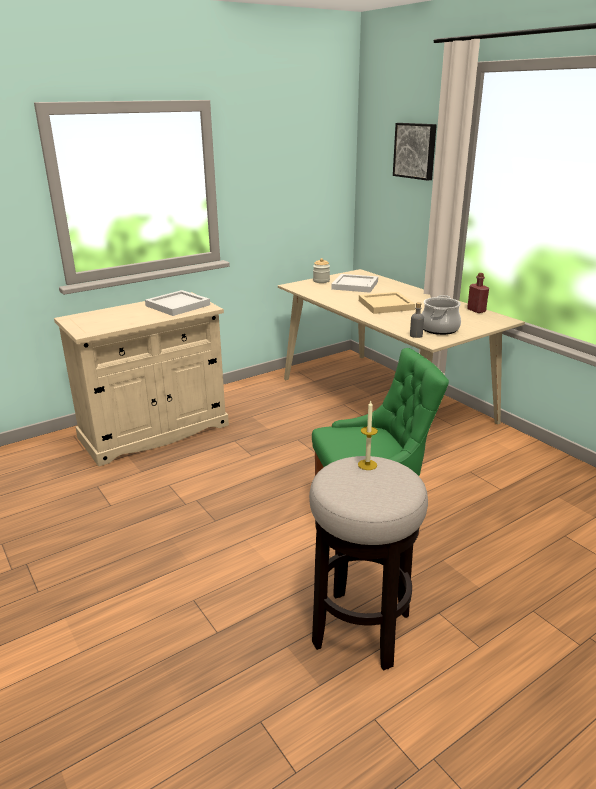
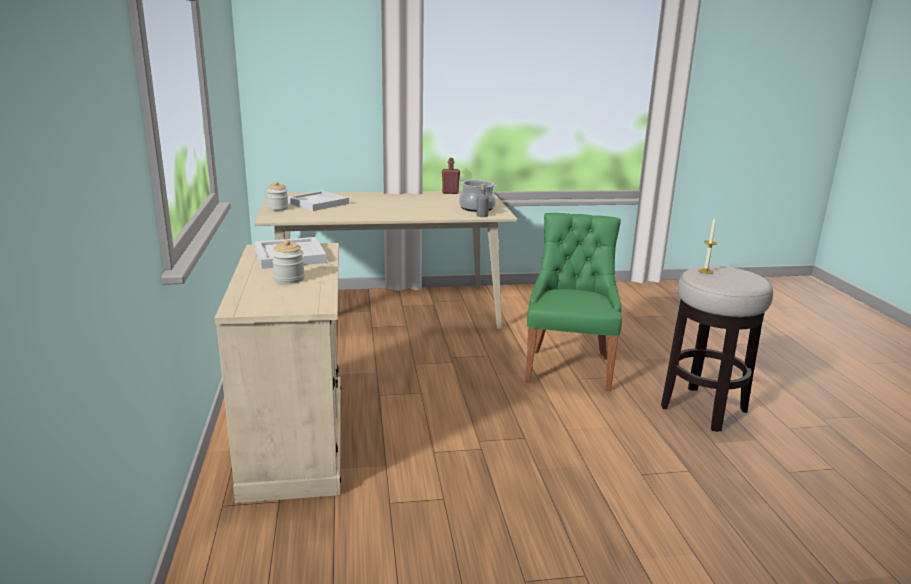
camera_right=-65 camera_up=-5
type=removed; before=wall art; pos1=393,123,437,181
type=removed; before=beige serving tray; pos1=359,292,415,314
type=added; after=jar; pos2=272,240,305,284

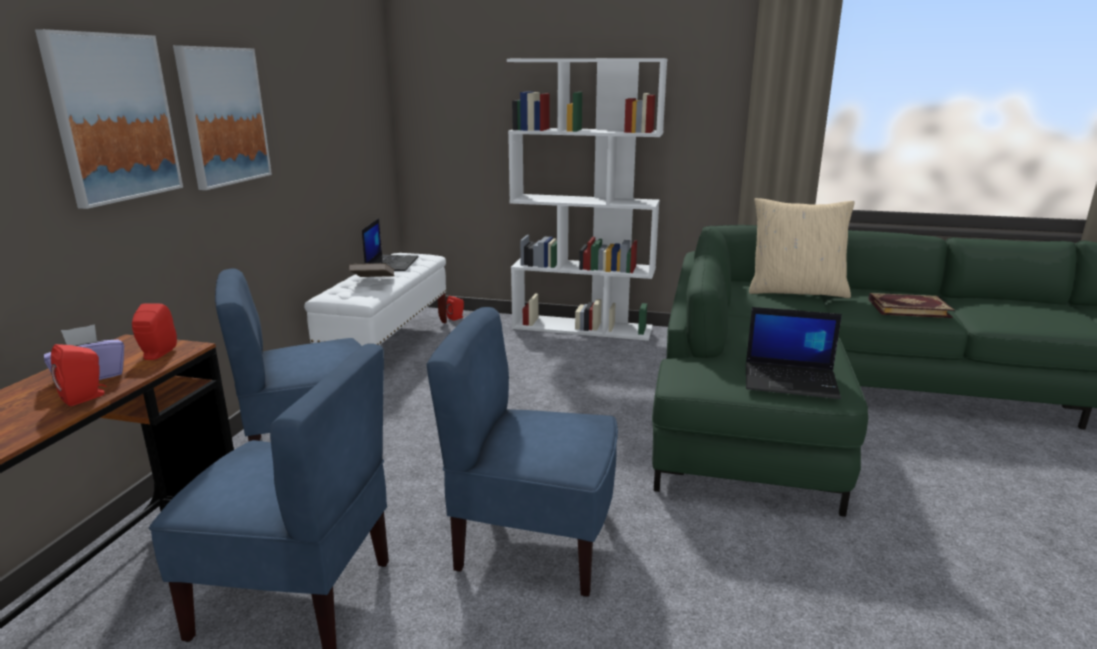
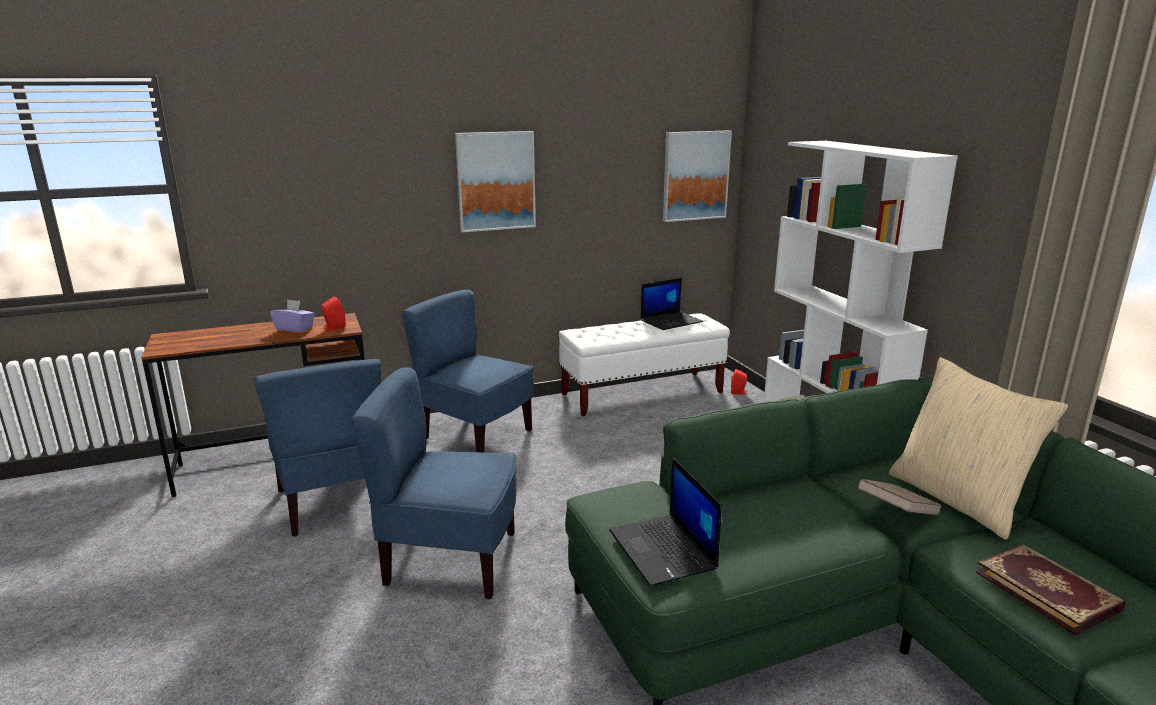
camera_right=55 camera_up=0
type=moved; before=wall art; pos1=35,29,183,209; pos2=663,130,732,222
type=moved; before=brown-coloured bound book; pos1=348,263,395,277; pos2=858,479,943,516
type=turned; before=bluish chair; pos1=426,307,618,597; pos2=351,367,517,599; turn=-60
type=removed; before=reddish loudspeaker; pos1=51,344,106,406

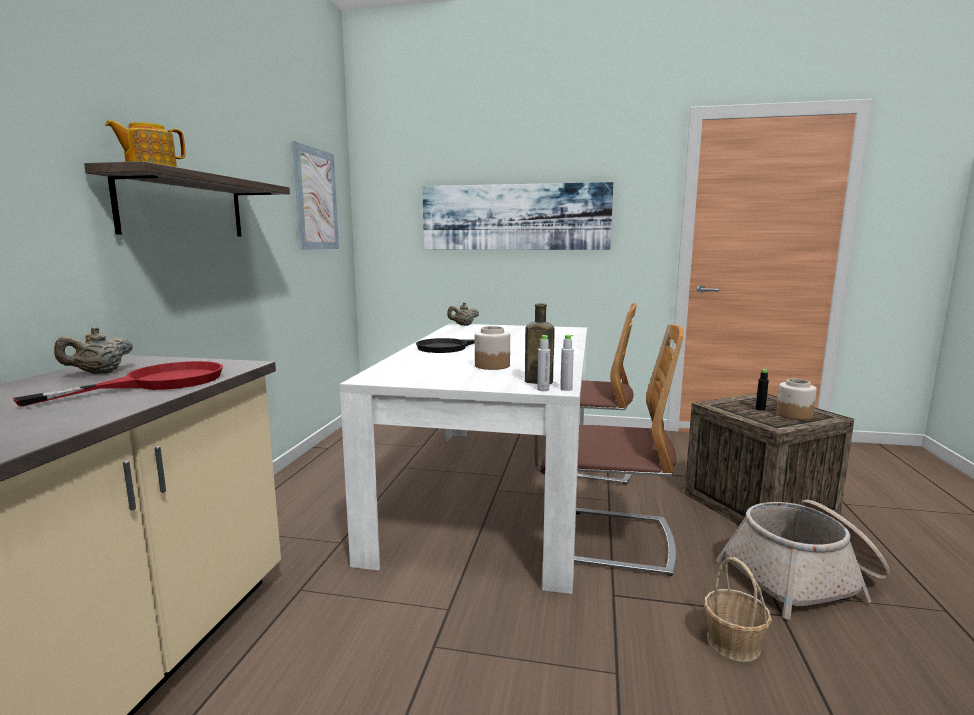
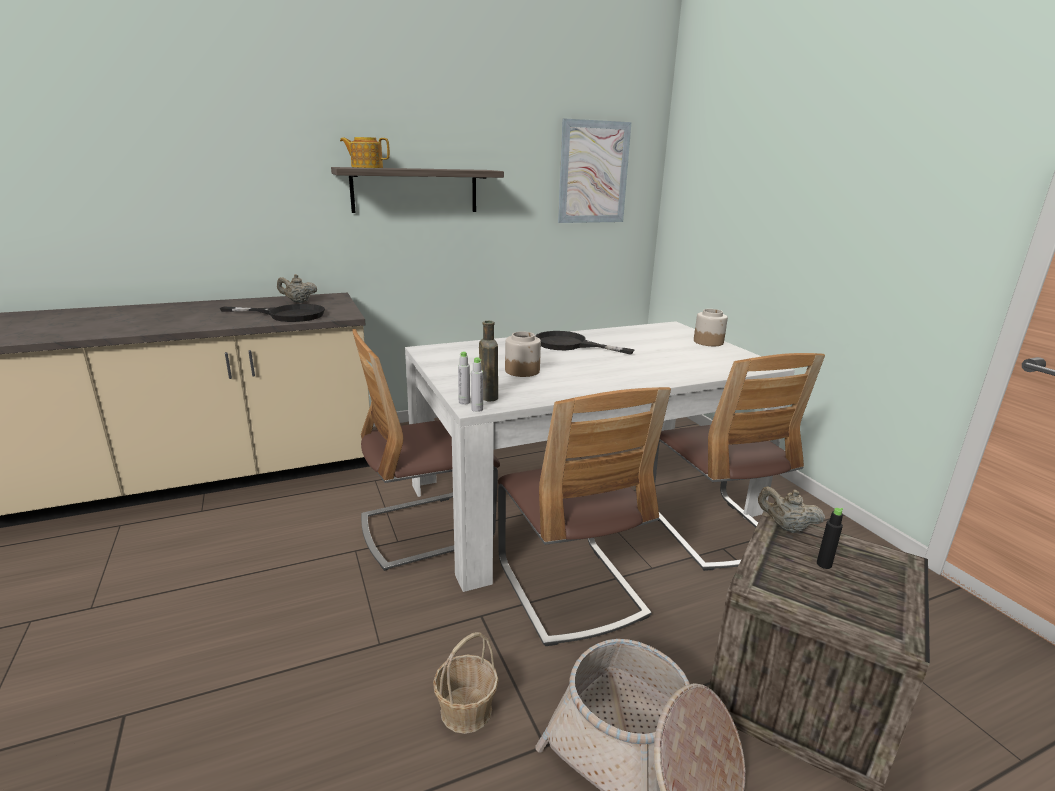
camera_right=55 camera_up=10
type=removed; before=wall art; pos1=422,182,613,250
type=moved; before=beige pot for tea; pos1=447,302,479,326; pos2=758,487,825,533
type=recoloured; before=reddish skillet; after=black skillet; pos1=13,361,223,407; pos2=220,304,325,322
type=moved; before=jar; pos1=776,379,817,420; pos2=694,309,728,346
type=added; after=chair; pos2=353,329,500,571

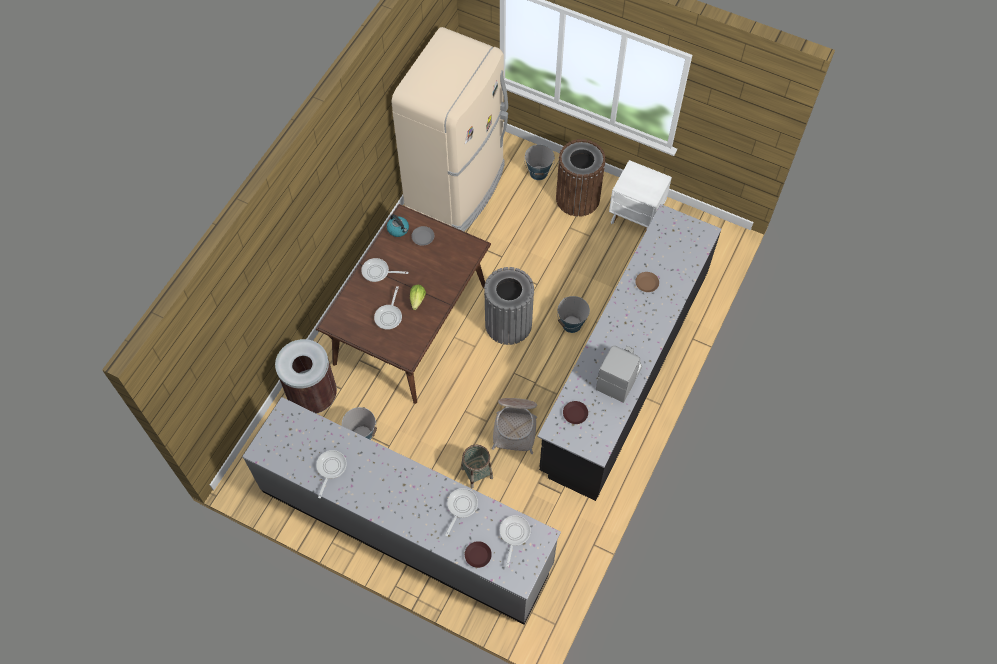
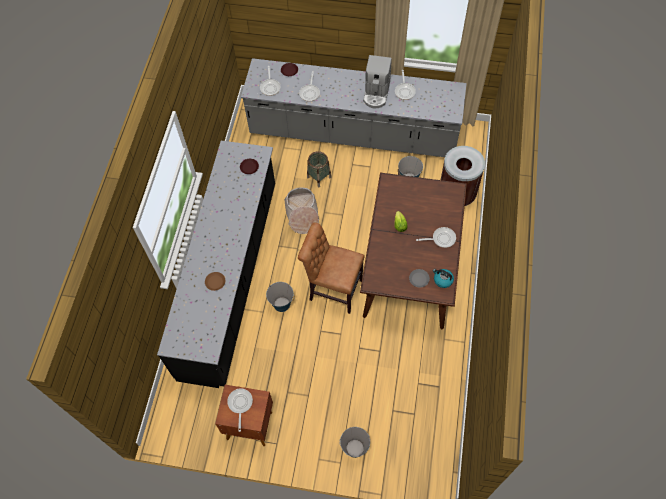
camera_right=165 camera_up=0
type=removed; before=beige fridge; pos1=392,27,508,231
type=removed; before=brown-coloured trash can; pos1=556,139,606,217
type=recoloured; before=white bedside table; after=brown-coloured bedside table; pos1=609,160,672,230; pos2=215,385,273,446
type=replaced; before=gray trash can; after=brown-coloured chair; pos1=484,267,534,345; pos2=298,223,365,314
type=moved; before=skillet; pos1=374,286,402,330; pos2=227,388,253,432
type=moved; before=coffee brewer; pos1=596,346,642,403; pos2=363,55,392,108

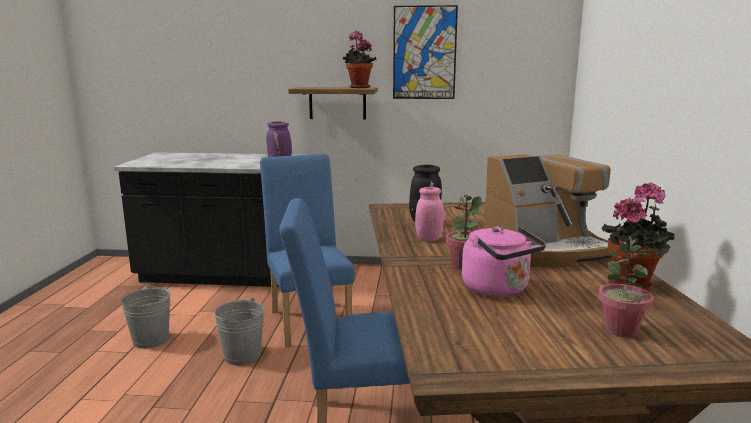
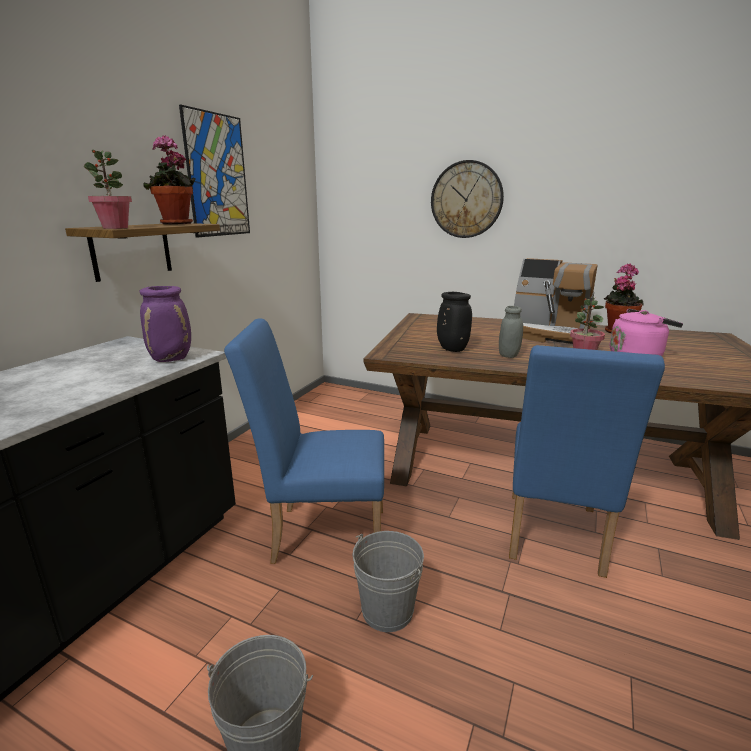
camera_right=-70 camera_up=5
type=turned; before=coffee brewer; pos1=484,154,612,268; pos2=514,258,598,344; turn=120
type=recoloured; before=pink jar; after=gray jar; pos1=415,187,444,241; pos2=499,306,523,358
type=moved; before=houseplant; pos1=598,236,654,337; pos2=84,150,132,229
type=added; after=wall clock; pos2=431,160,504,238

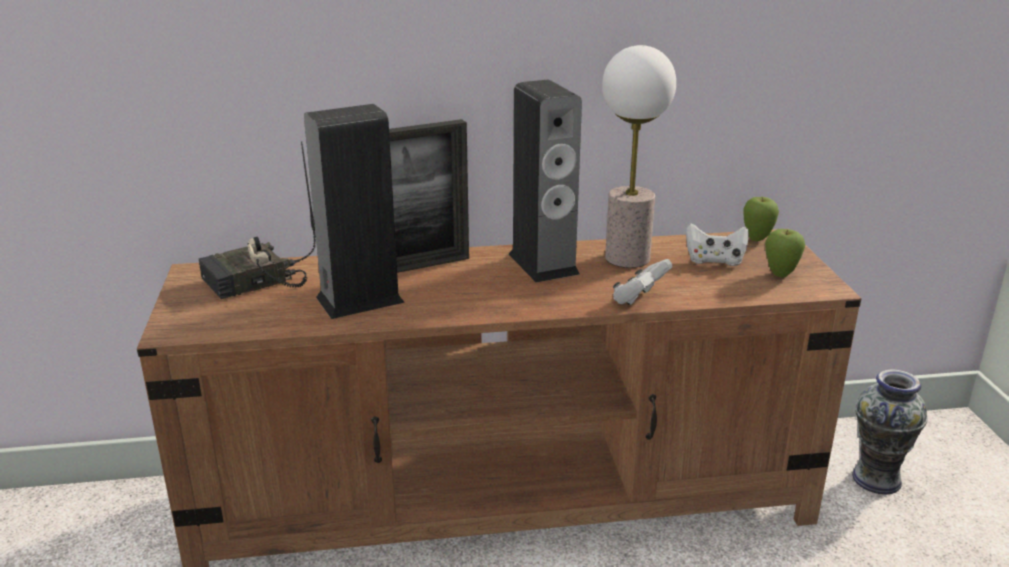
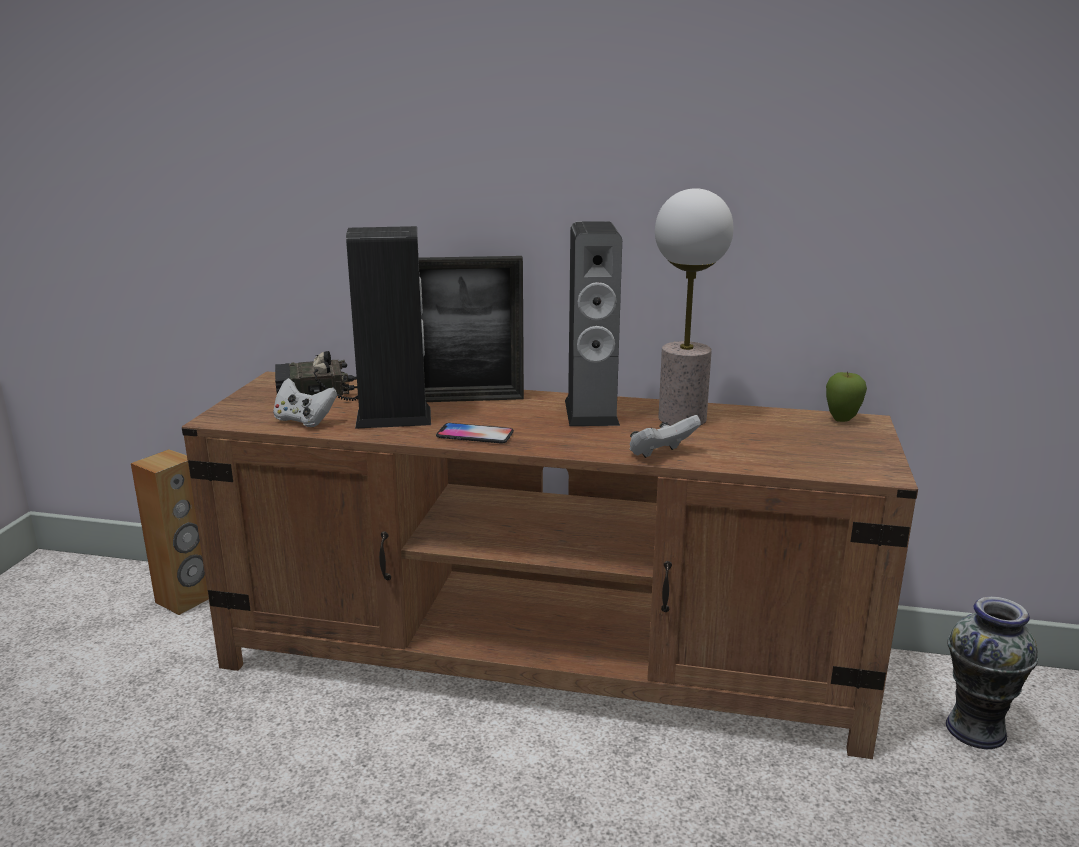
camera_right=20 camera_up=-5
type=moved; before=white game controller; pos1=686,223,749,266; pos2=273,378,337,427
type=removed; before=apple; pos1=765,229,806,278
type=added; after=phone; pos2=436,423,514,444
type=added; after=brown-coloured loudspeaker; pos2=131,449,209,615

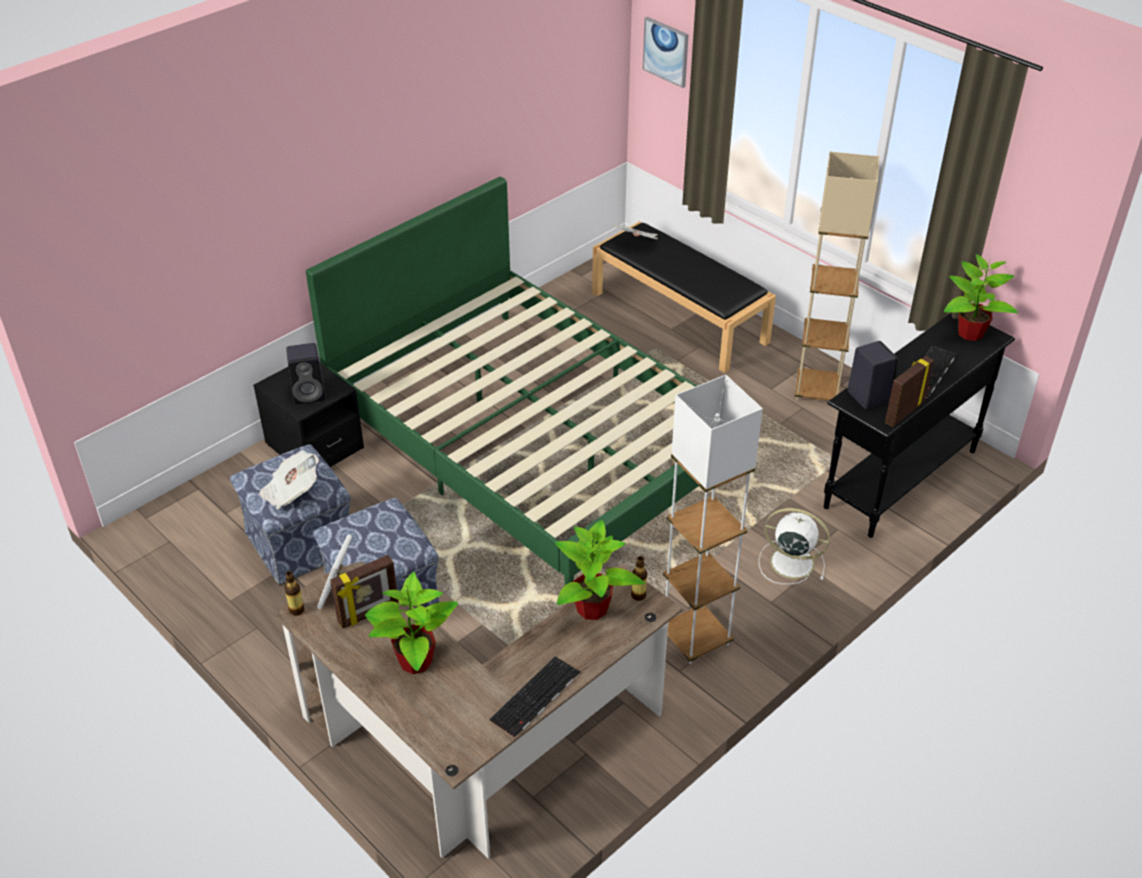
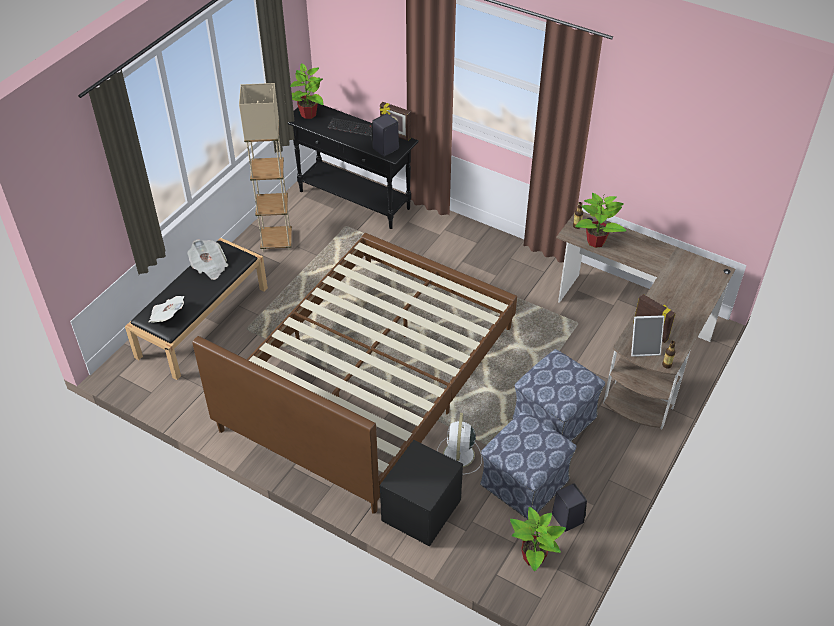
camera_right=-105 camera_up=5
type=removed; before=wall art; pos1=643,17,689,88
type=recoloured; before=green-coloured bedroom bed; after=brown-coloured bedroom bed; pos1=306,177,699,585; pos2=192,233,517,514
type=moved; before=black loudspeaker; pos1=286,343,326,404; pos2=552,483,587,532
type=removed; before=white standing lamp; pos1=663,375,763,664
type=moved; before=daily paper; pos1=259,451,319,509; pos2=187,239,228,280
type=moved; before=white electric fan; pos1=759,508,830,585; pos2=437,413,482,475
type=moved; before=houseplant; pos1=365,572,458,674; pos2=510,507,566,571
type=removed; before=keyboard; pos1=490,656,580,738

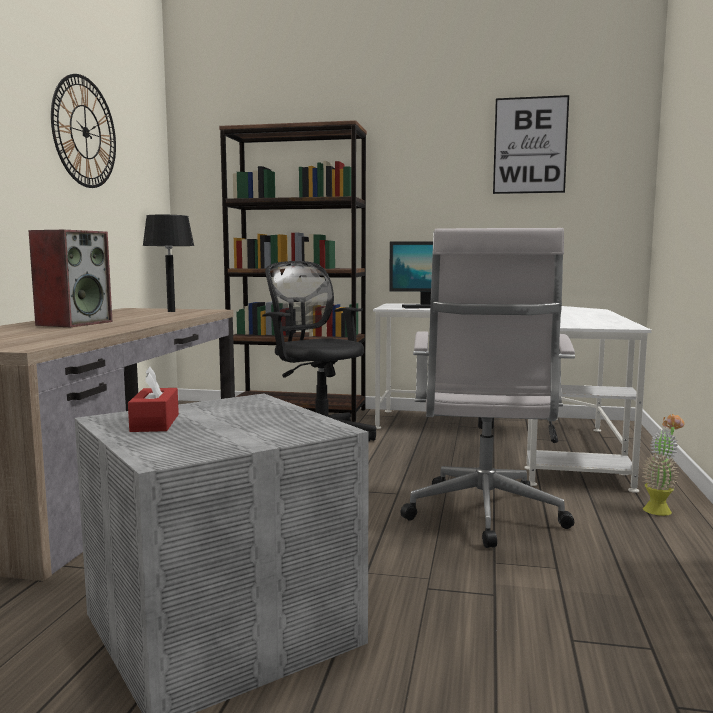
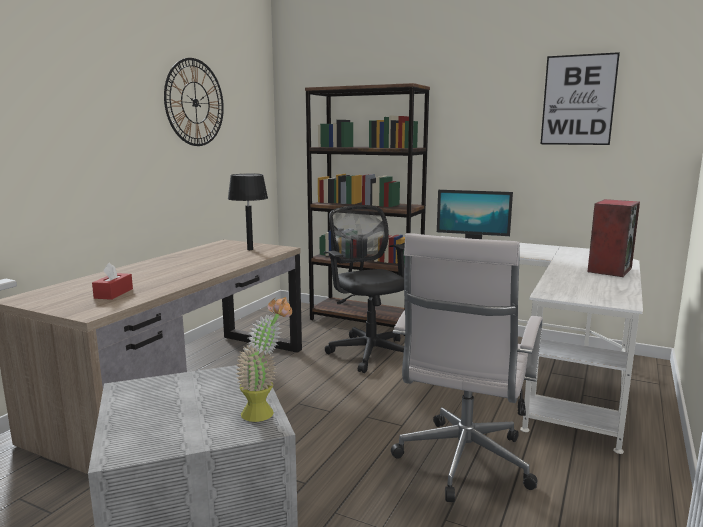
camera_right=15 camera_up=5
type=moved; before=loudspeaker; pos1=28,230,113,327; pos2=587,199,640,277
type=moved; before=reddish box of tissues; pos1=128,367,179,432; pos2=92,262,133,300
type=moved; before=houseplant; pos1=642,414,684,516; pos2=236,297,292,422

